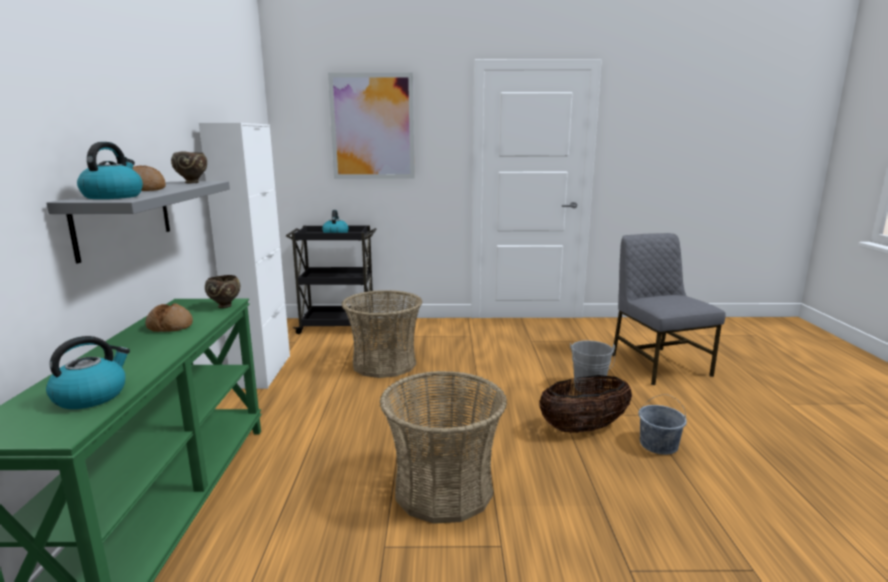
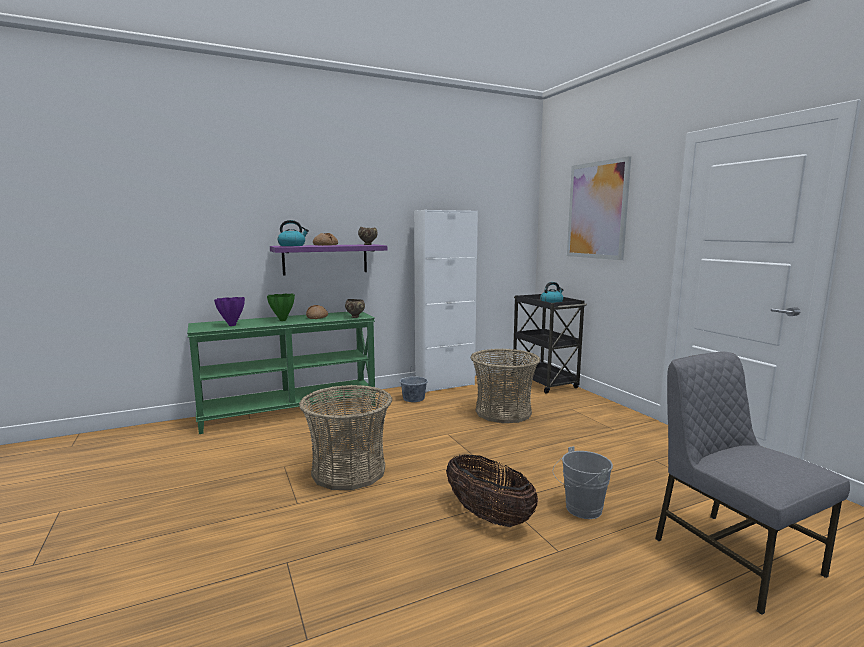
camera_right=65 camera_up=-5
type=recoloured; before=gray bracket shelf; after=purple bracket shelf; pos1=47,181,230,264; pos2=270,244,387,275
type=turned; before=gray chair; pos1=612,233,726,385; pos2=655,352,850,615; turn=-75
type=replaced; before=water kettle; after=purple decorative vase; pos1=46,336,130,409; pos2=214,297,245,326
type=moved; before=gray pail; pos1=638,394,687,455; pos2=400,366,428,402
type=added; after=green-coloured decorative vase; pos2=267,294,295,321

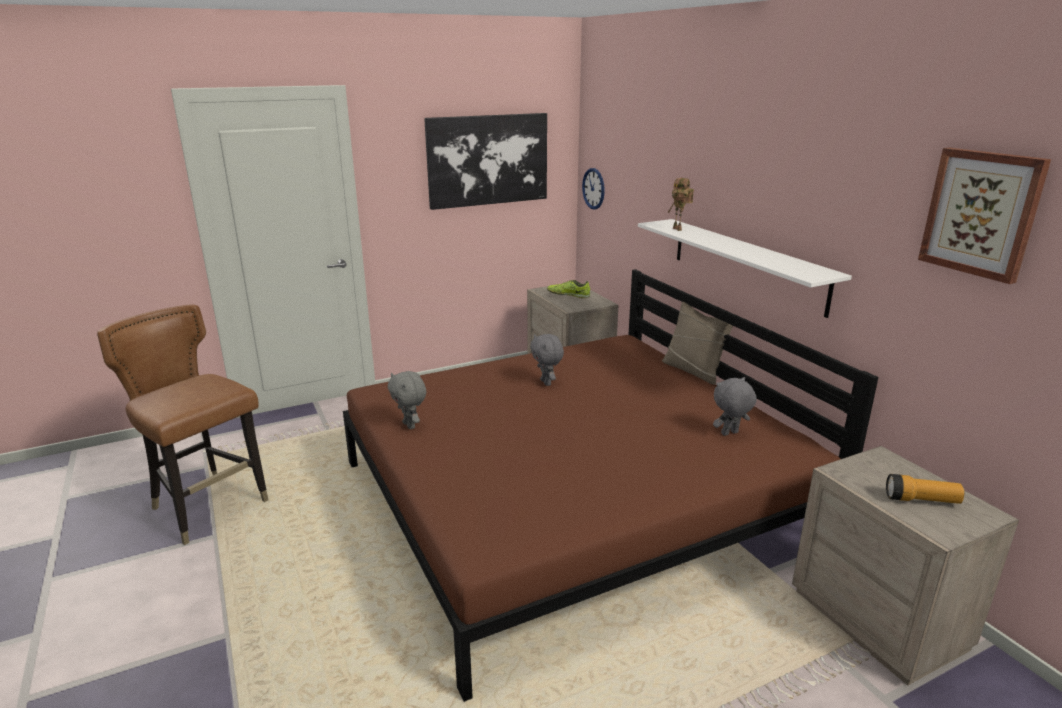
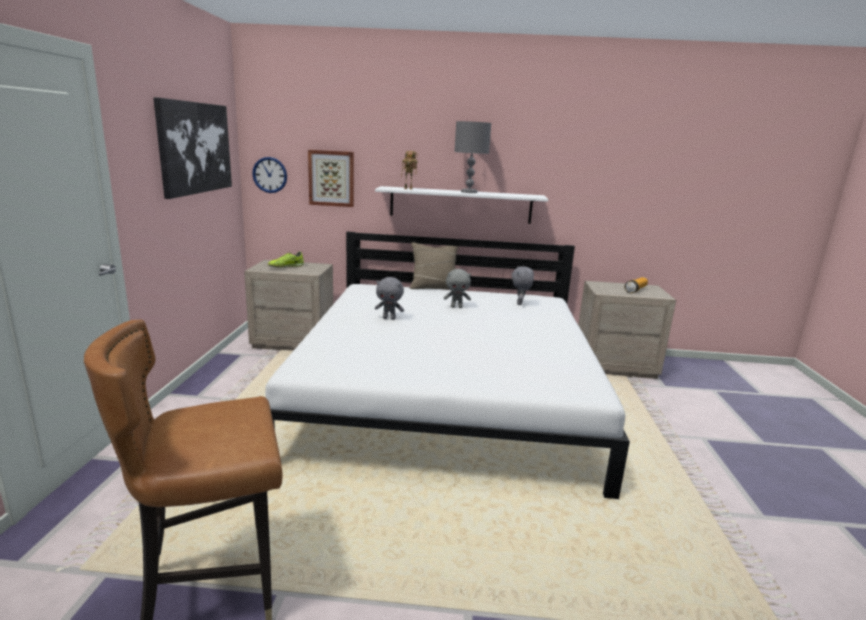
camera_right=-60 camera_up=-5
type=moved; before=wall art; pos1=918,148,1051,284; pos2=308,150,354,207
type=recoloured; before=brown-coloured bedroom bed; after=white bedroom bed; pos1=343,269,878,702; pos2=265,232,630,499
type=moved; before=gray cuddly toy; pos1=388,371,427,429; pos2=444,269,471,308
type=added; after=gray table lamp; pos2=454,121,491,193

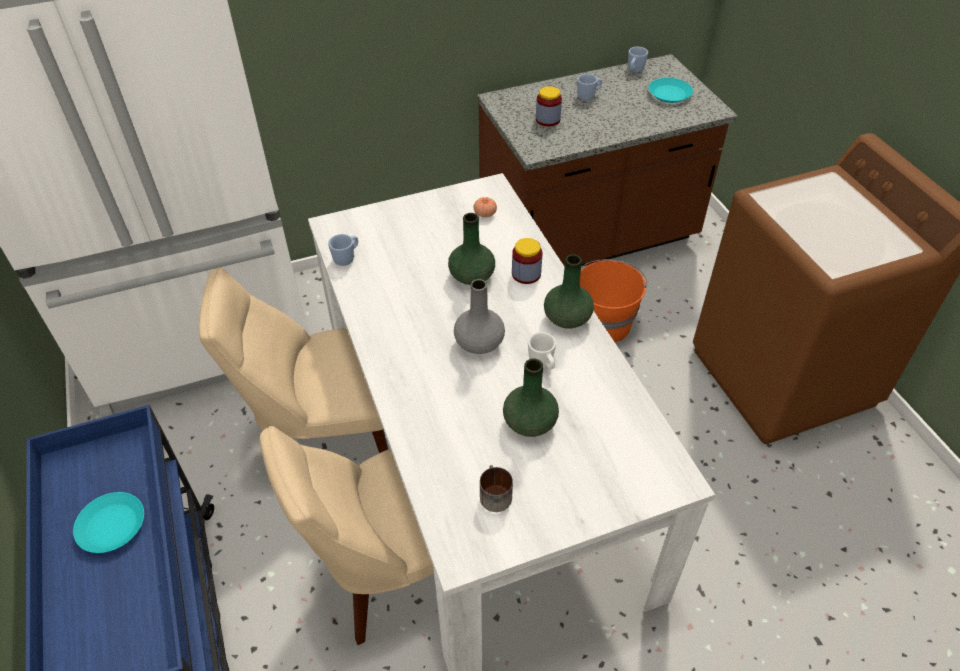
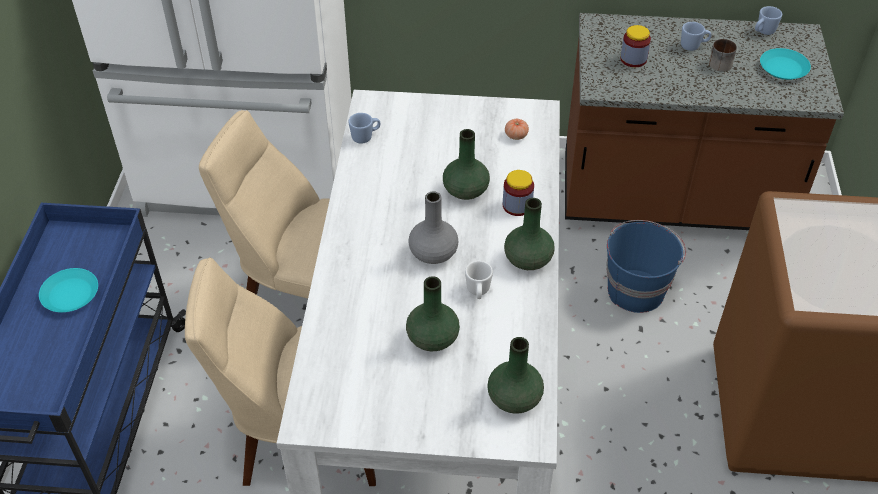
camera_right=25 camera_up=0
type=recoloured; before=orangey pail; after=bluish pail; pos1=580,259,647,342; pos2=607,220,686,313
type=moved; before=mug; pos1=480,465,513,512; pos2=709,39,737,72
type=added; after=green-coloured decorative vase; pos2=487,337,544,414

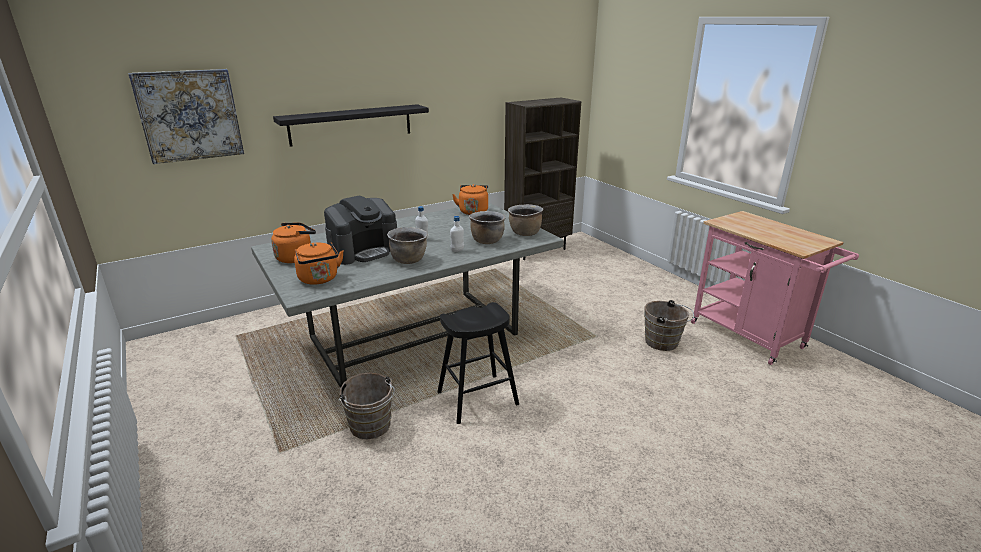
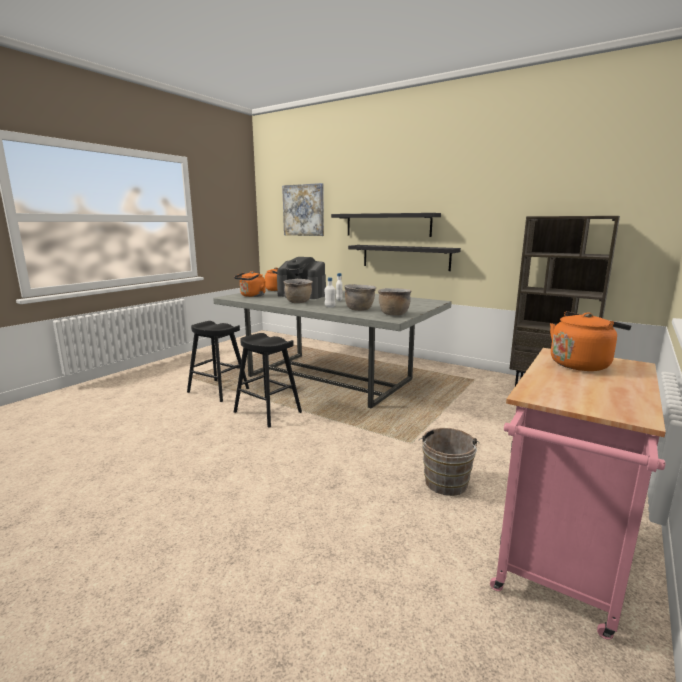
camera_right=65 camera_up=-10
type=moved; before=orangey water kettle; pos1=452,184,488,215; pos2=550,311,631,371
type=replaced; before=brown-coloured pail; after=black stool; pos1=339,372,395,439; pos2=187,321,249,402
type=added; after=black bracket shelf; pos2=348,245,461,271

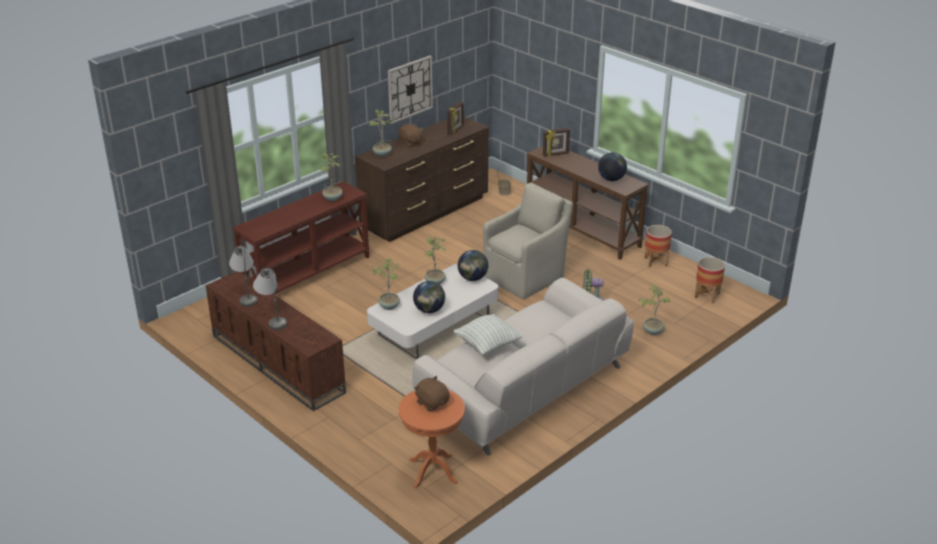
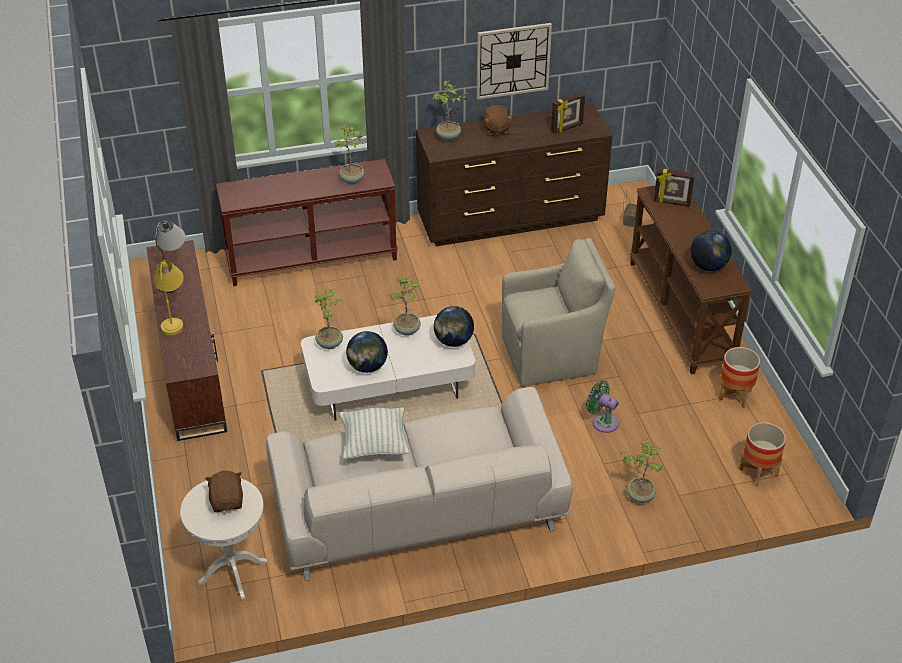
camera_right=30 camera_up=10
type=recoloured; before=gray table lamp; after=yellow table lamp; pos1=253,267,287,330; pos2=154,260,184,335
type=recoloured; before=orangey end table; after=white end table; pos1=399,390,465,488; pos2=180,479,268,600

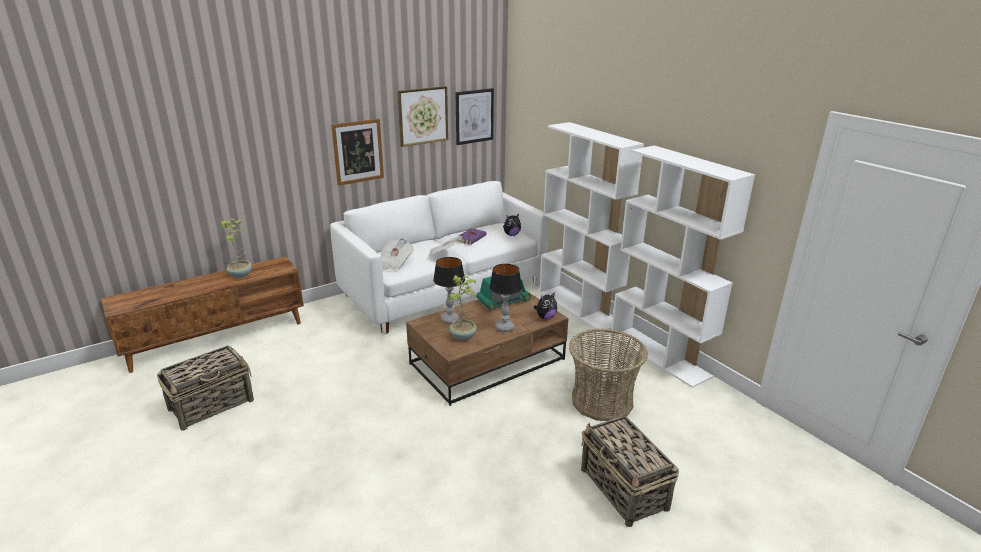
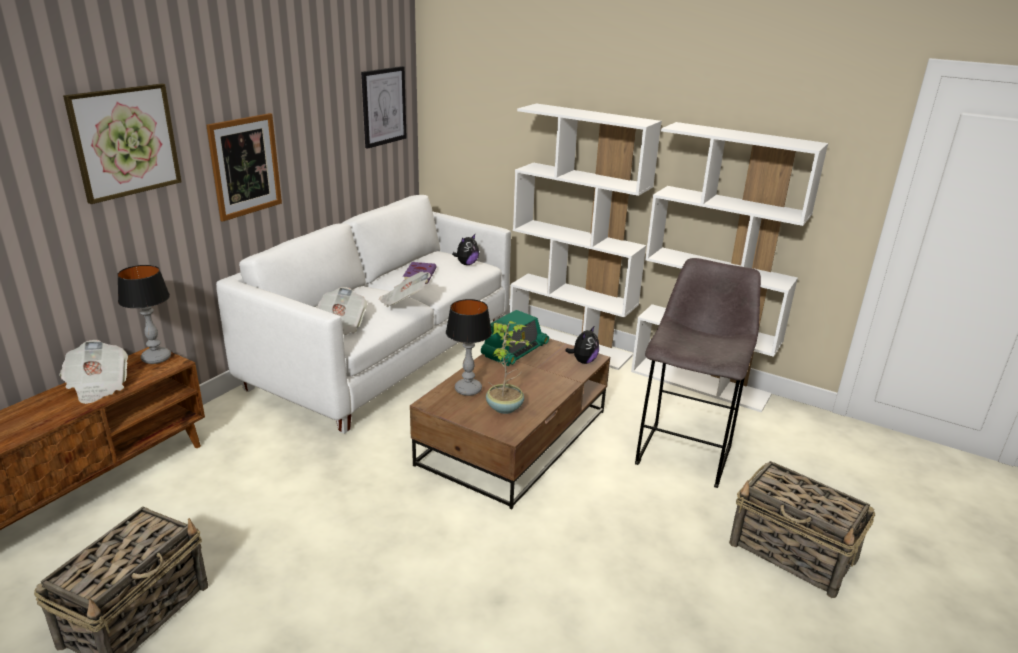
camera_right=-25 camera_up=0
type=moved; before=wall art; pos1=397,86,448,147; pos2=63,83,181,204
type=replaced; before=houseplant; after=daily paper; pos1=221,219,252,278; pos2=60,340,128,404
type=moved; before=table lamp; pos1=489,264,522,332; pos2=117,265,171,364
type=replaced; before=storage basket; after=gray stool; pos1=569,328,648,421; pos2=635,258,761,488

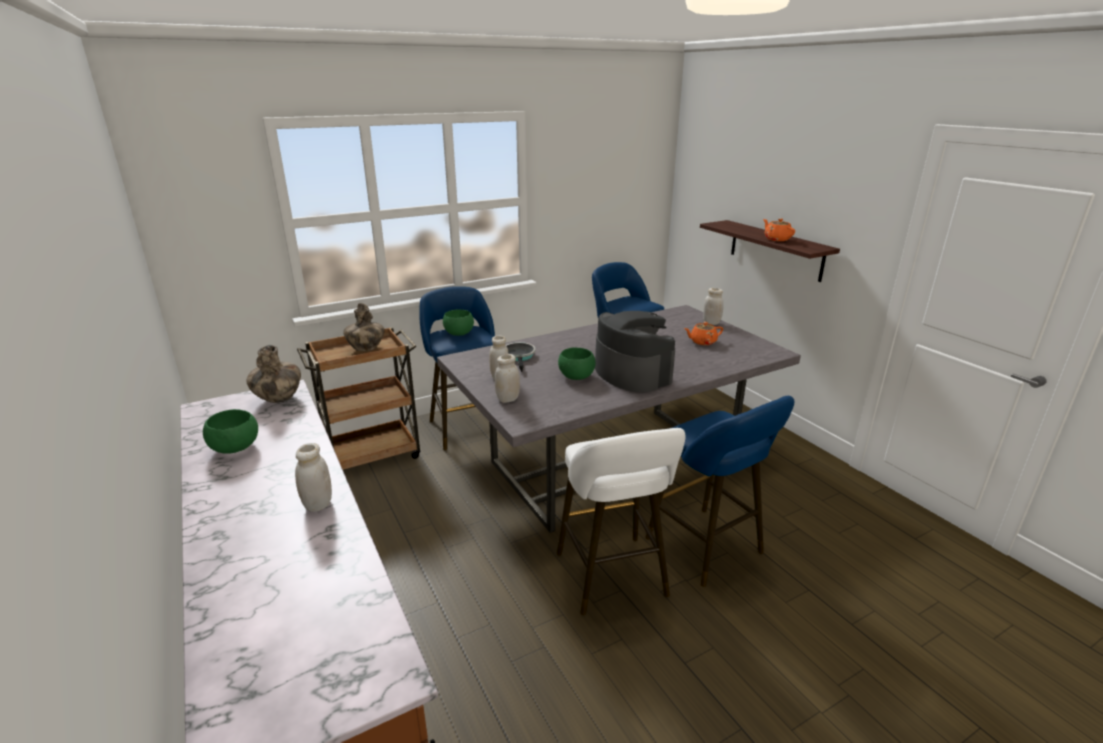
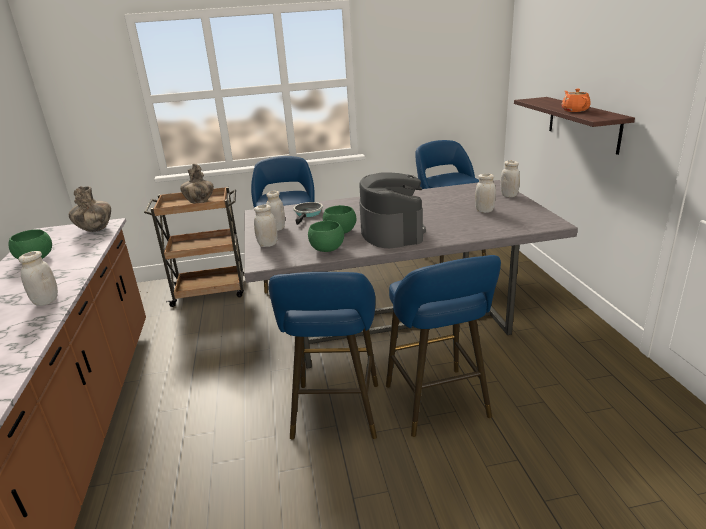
camera_right=20 camera_up=0
type=moved; before=green-coloured serving bowl; pos1=443,309,474,336; pos2=308,221,344,252
type=replaced; before=orangey pot for tea; after=white jar; pos1=684,322,723,345; pos2=475,174,496,213
type=recoloured; before=white stool; after=bluish stool; pos1=557,428,686,615; pos2=269,272,378,439

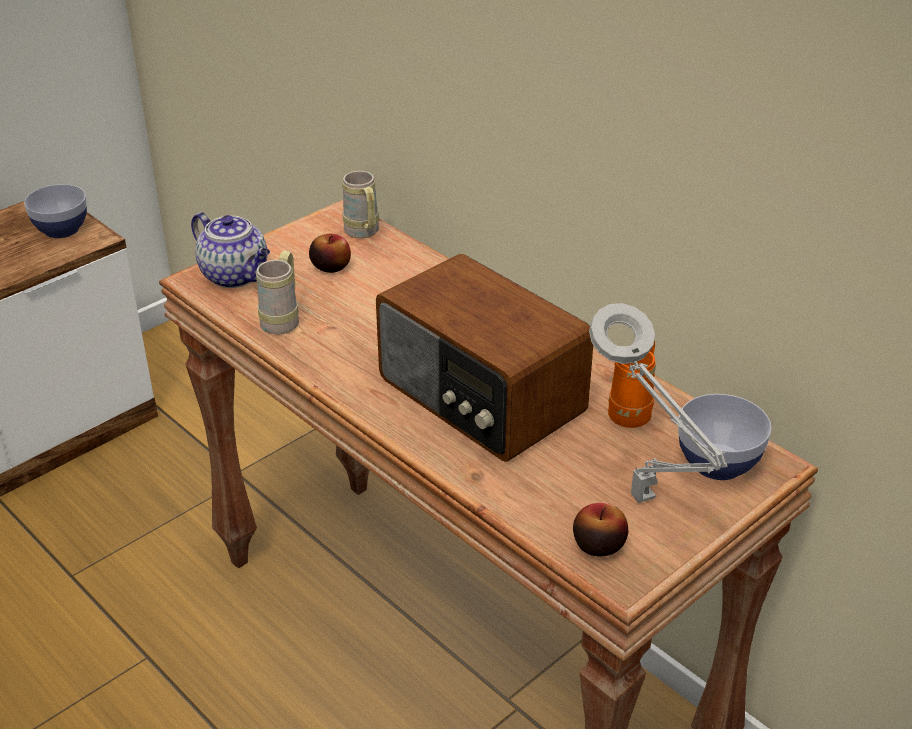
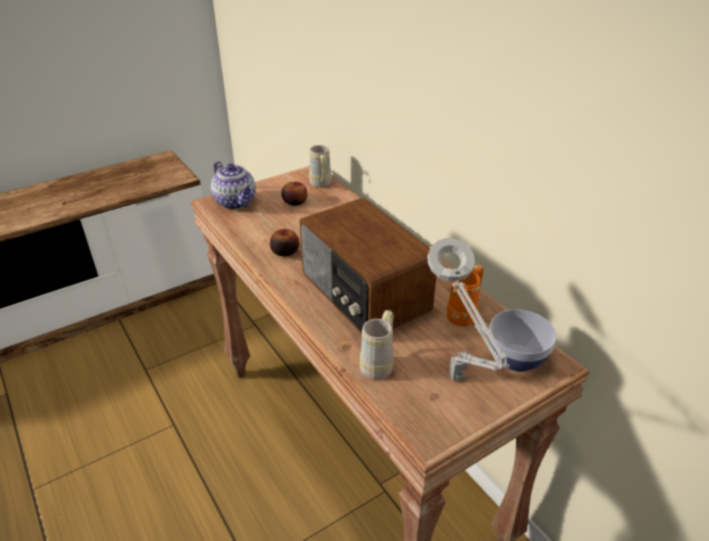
camera_right=10 camera_up=0
type=removed; before=serving bowl; pos1=24,184,87,238
type=moved; before=beige mug; pos1=256,251,299,335; pos2=360,310,394,379
type=moved; before=apple; pos1=573,503,628,556; pos2=270,229,299,256

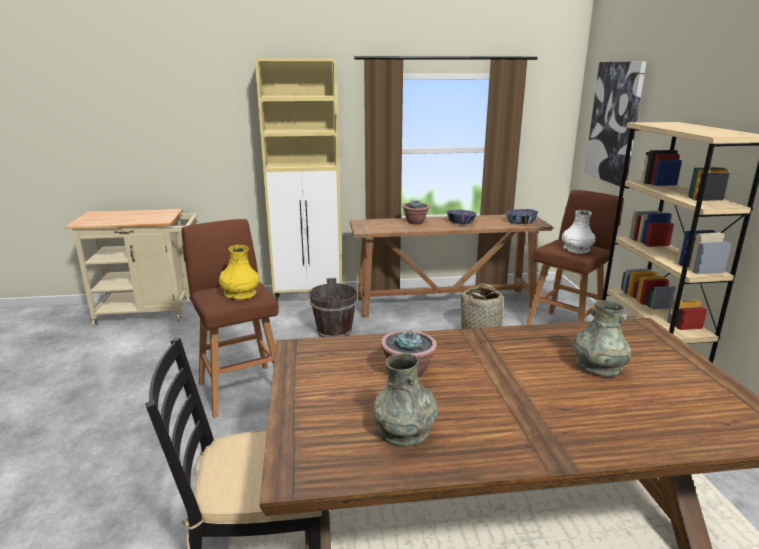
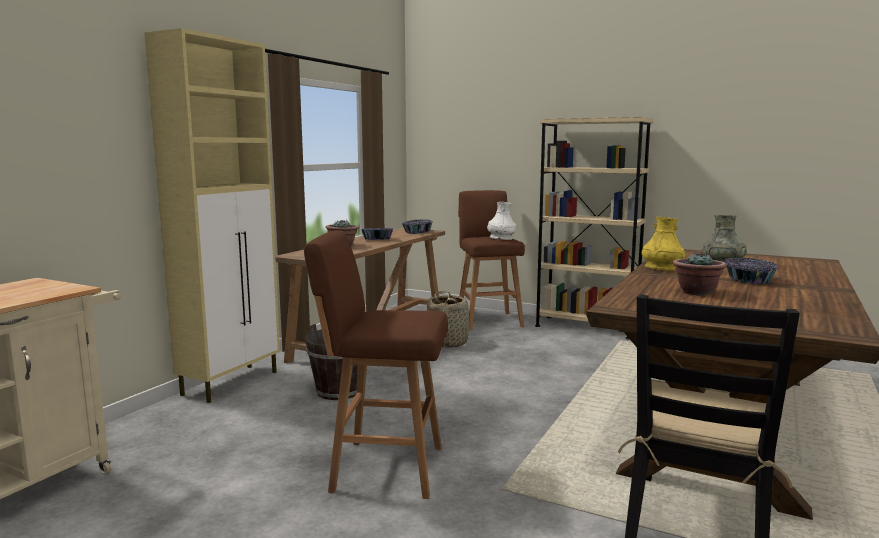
camera_right=-55 camera_up=-10
type=removed; before=wall art; pos1=584,61,647,186
type=moved; before=yellow decorative vase; pos1=219,245,259,300; pos2=642,217,685,271
type=removed; before=gray decorative vase; pos1=373,353,438,447
type=added; after=serving bowl; pos2=725,258,778,285

